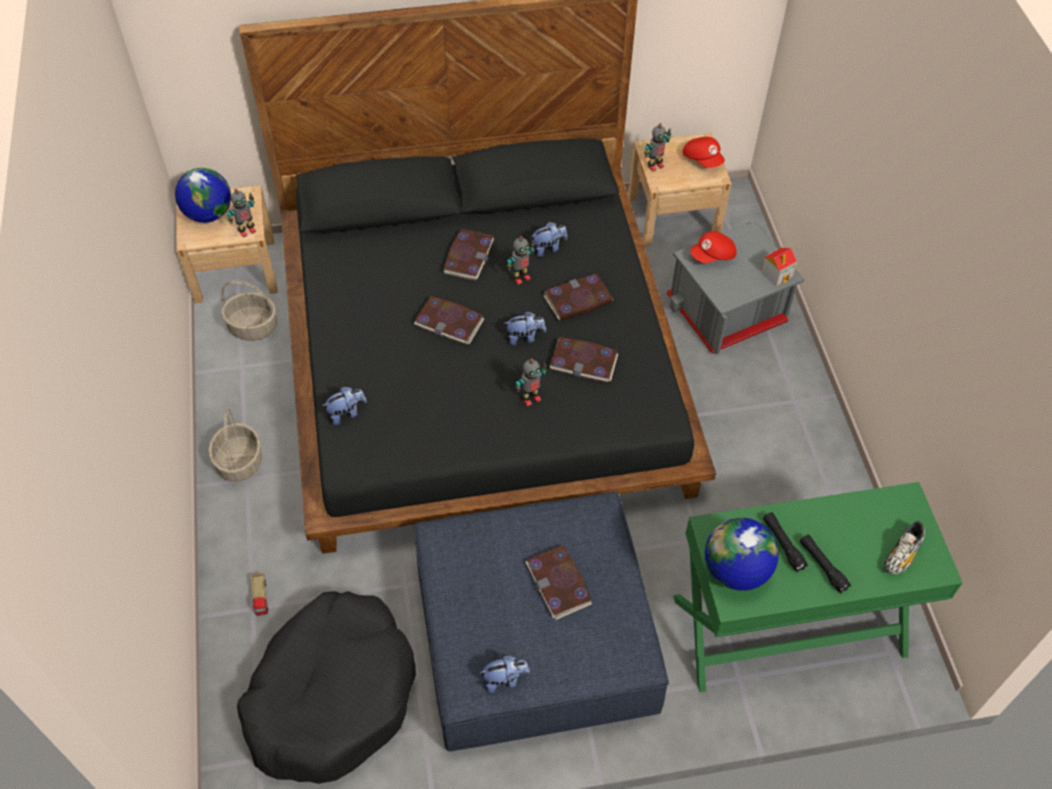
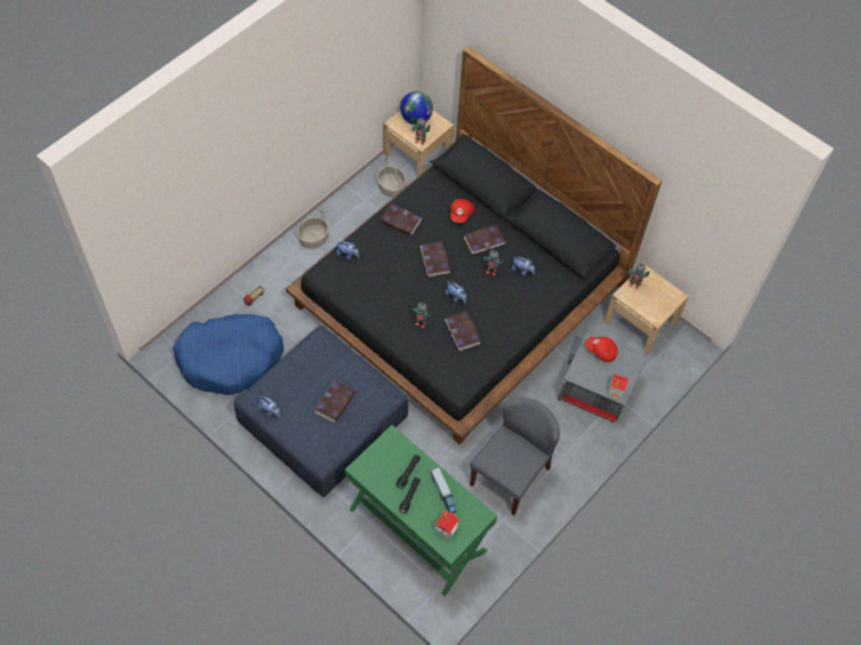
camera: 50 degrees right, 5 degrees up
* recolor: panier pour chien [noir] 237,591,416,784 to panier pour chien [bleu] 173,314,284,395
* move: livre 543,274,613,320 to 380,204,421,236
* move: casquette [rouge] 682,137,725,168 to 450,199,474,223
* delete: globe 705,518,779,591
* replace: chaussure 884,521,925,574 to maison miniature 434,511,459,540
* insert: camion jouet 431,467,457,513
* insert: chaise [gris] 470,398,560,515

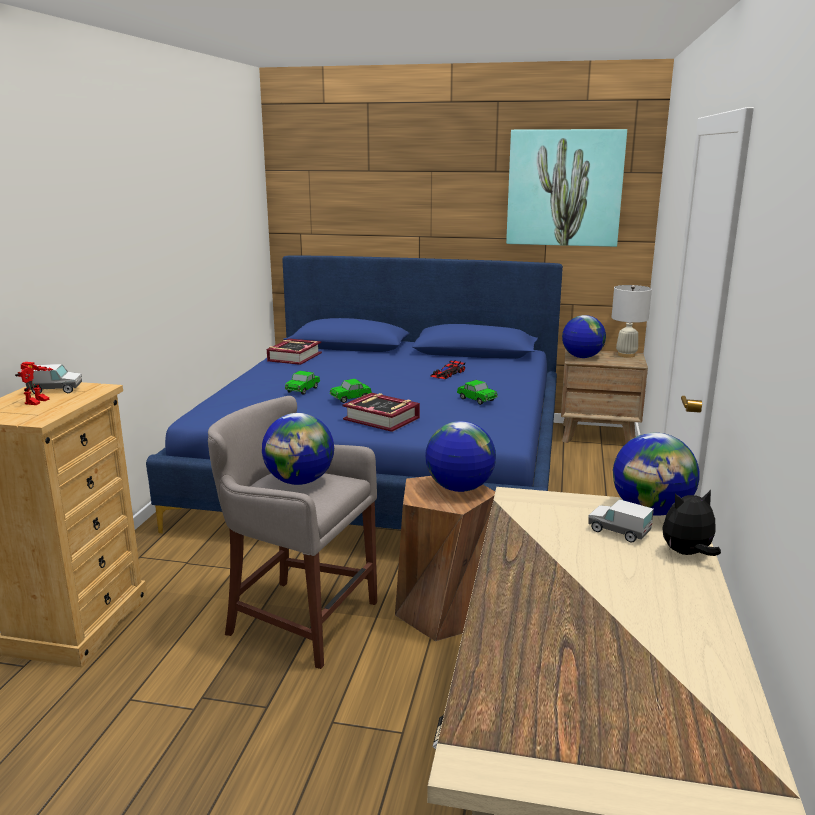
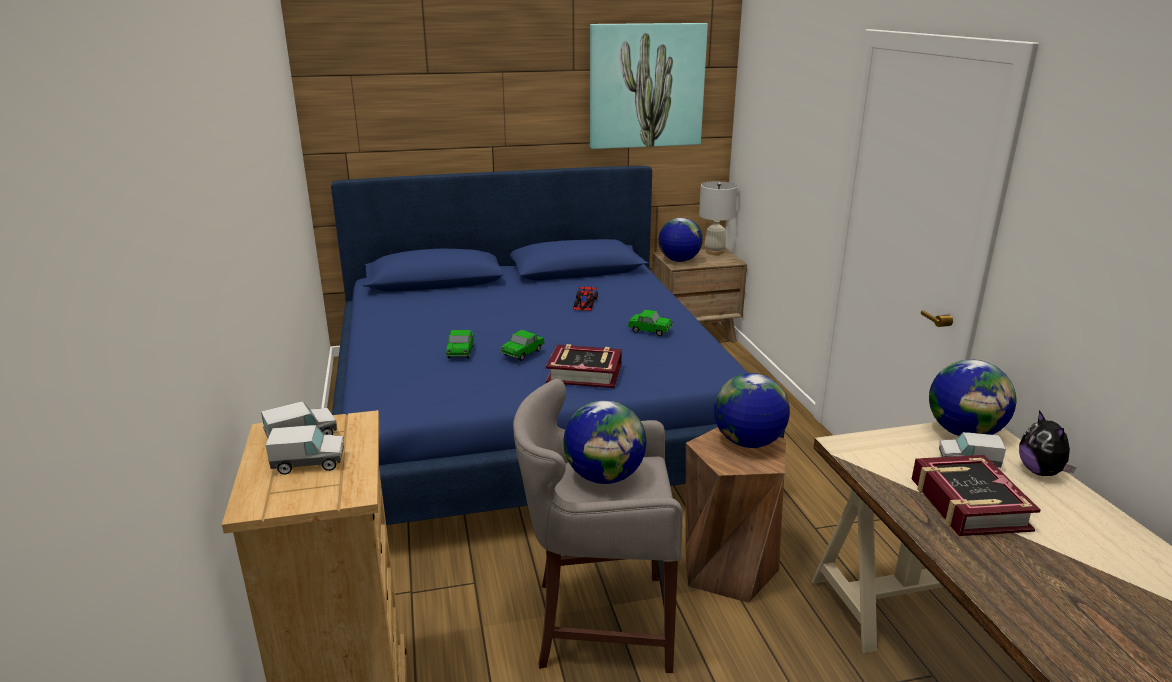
camera: 25 degrees left, 5 degrees up
* replace: robot jouet 15,362,53,405 to camion jouet 266,425,344,474
* move: livre 267,339,322,365 to 912,455,1041,536
* rotate: peluche 662,490,721,556 = 1019,410,1076,476 60 degrees counterclockwise

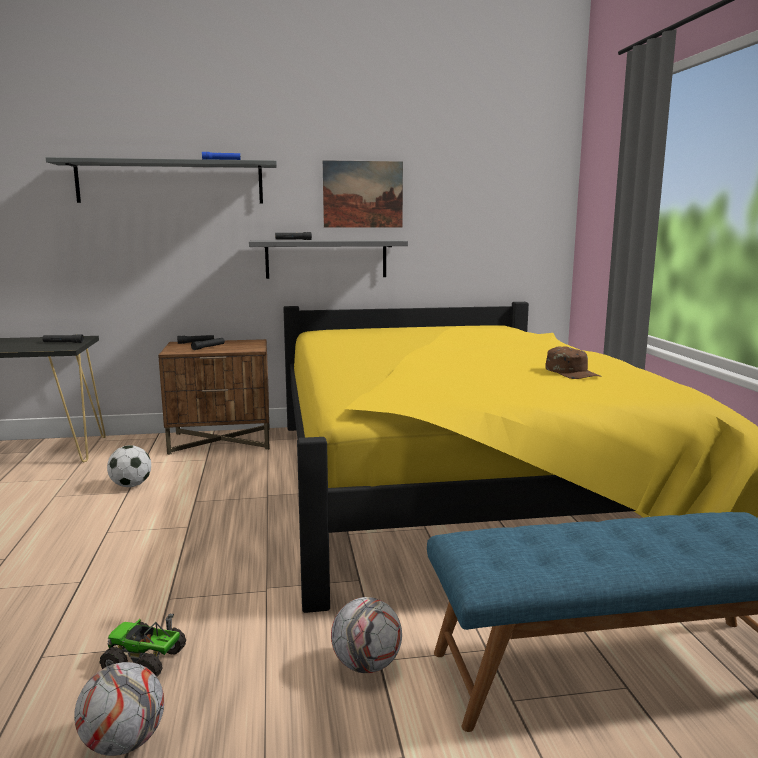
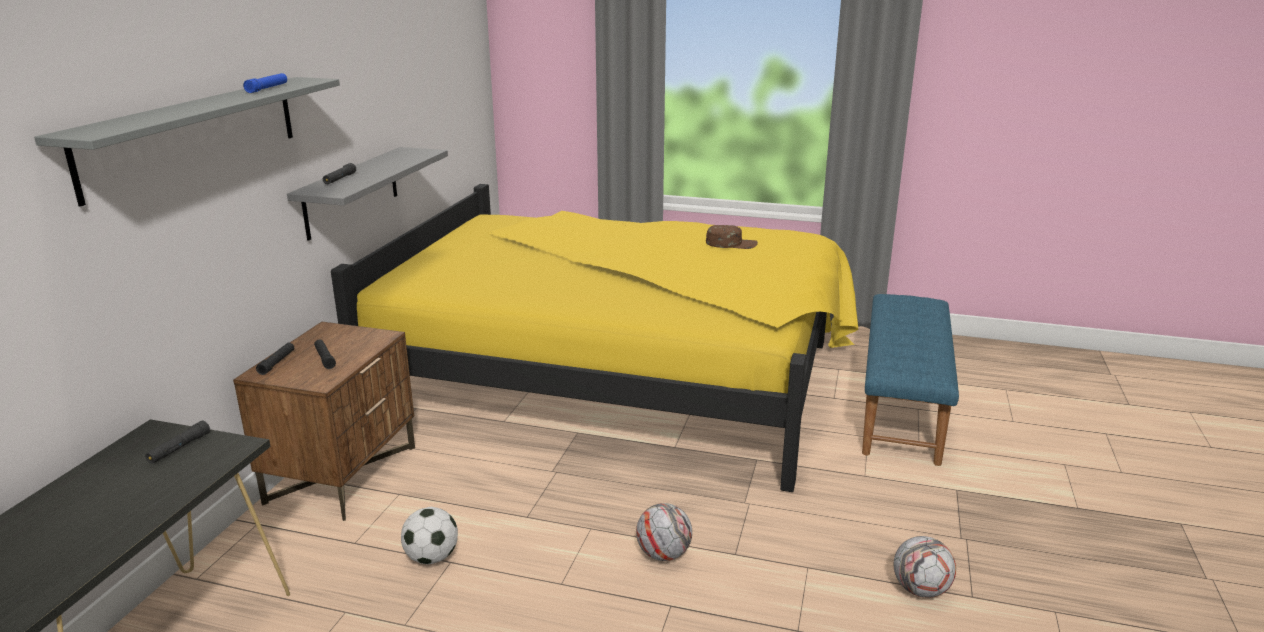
camera: 65 degrees left, 10 degrees up
* delete: camion jouet 100,614,186,677
* delete: tableau 323,160,403,228
* move: ballon de foot 331,597,402,673 to 636,503,692,561

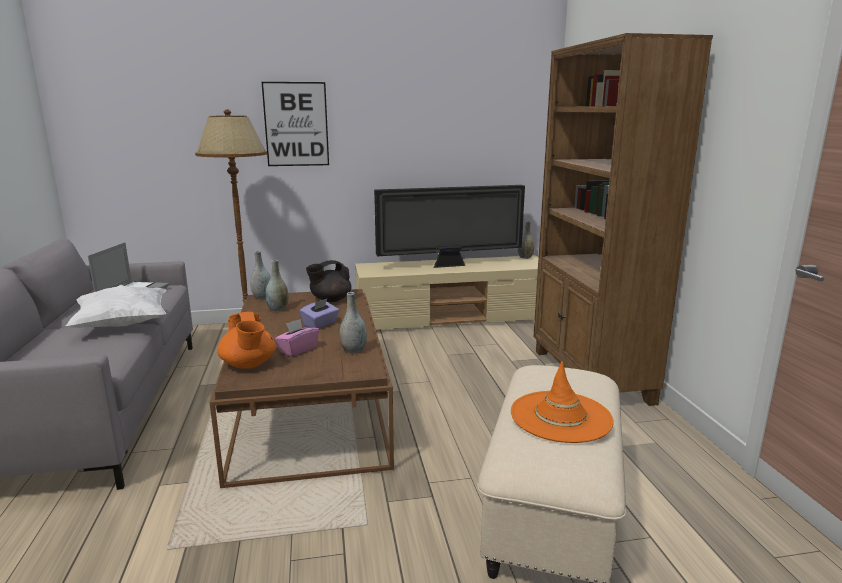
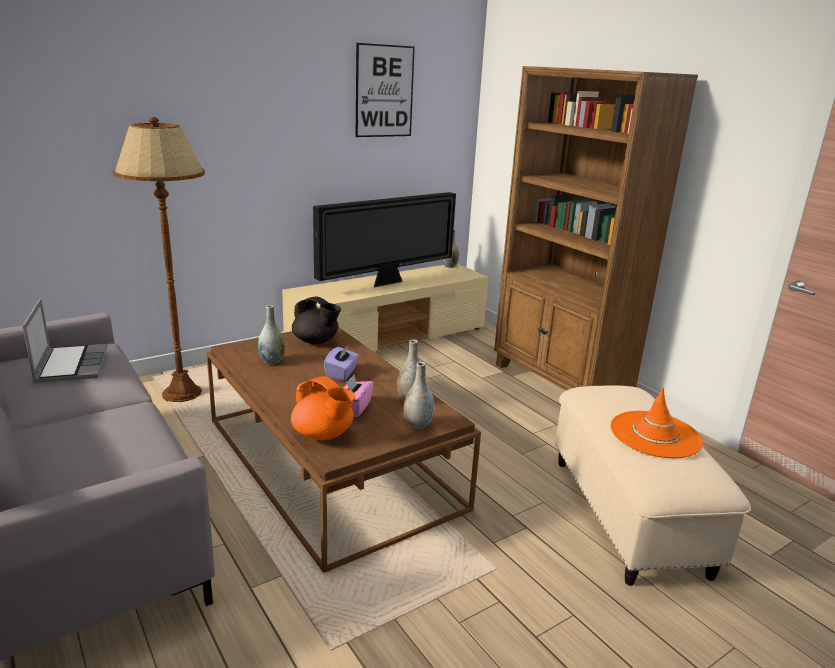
camera: 25 degrees left, 5 degrees up
* delete: coussin [blanc] 65,285,166,328
* move: vase [gris] 250,251,271,299 to 404,362,434,429
* move: tableau 262,82,329,166 to 356,43,415,137
* rotate: théière [noir] 306,260,352,302 = 292,296,341,345 90 degrees counterclockwise

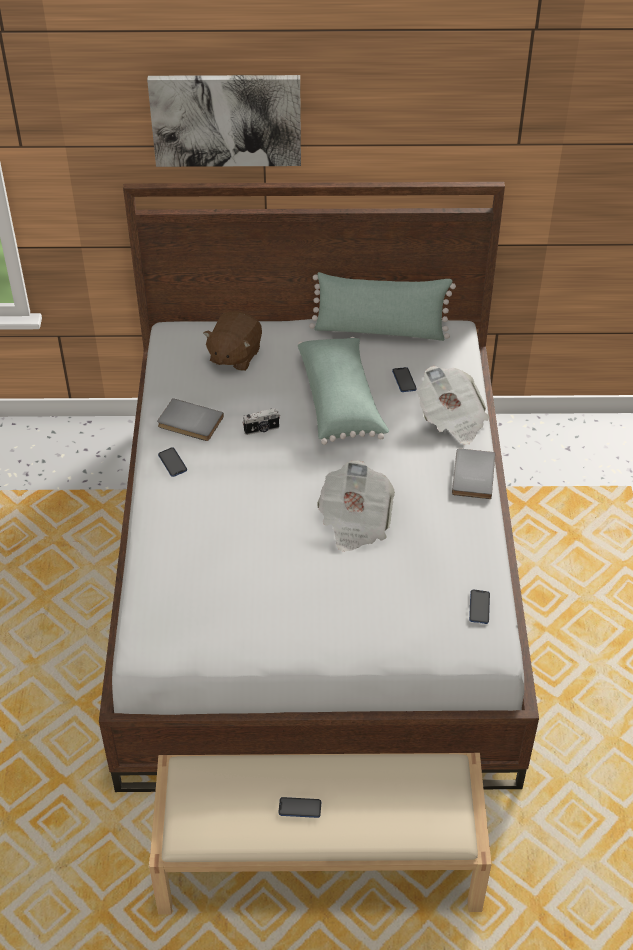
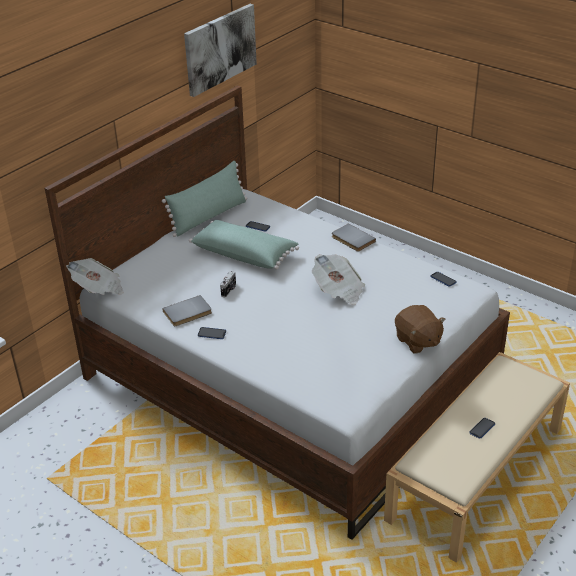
camera: 50 degrees left, 10 degrees down
* move: tableau 147,75,301,167 to 184,4,257,97
* move: peluche [marron] 203,311,262,371 to 395,305,445,354
* move: journal 417,366,489,445 to 66,258,123,295

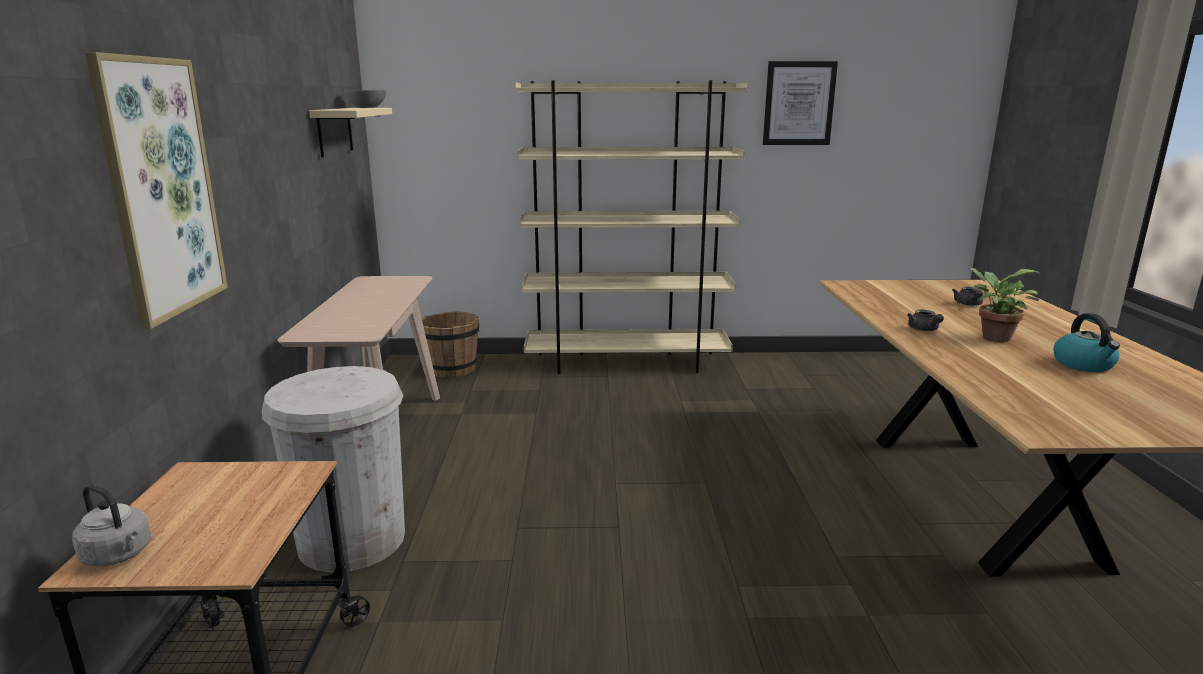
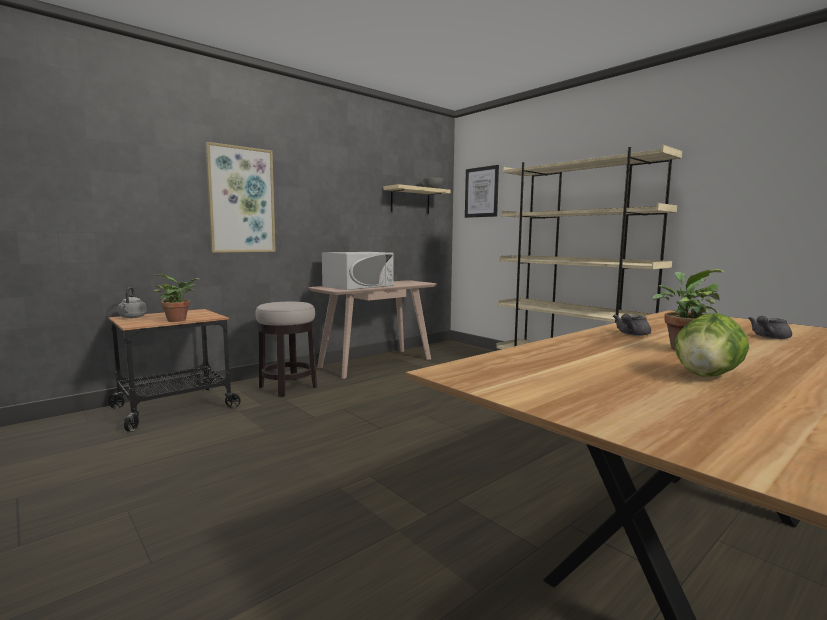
camera: 50 degrees right, 10 degrees down
* replace: poubelle [blanc] 262,366,405,573 to tabouret 255,301,317,397
* delete: seau [marron] 422,312,479,378
* move: tableau 763,61,838,145 to 465,165,499,218
* replace: bouilloire 1054,313,1120,372 to laitue 674,313,749,377
* insert: plante en pot 154,274,199,322
* insert: micro-ondes [blanc] 322,252,394,290

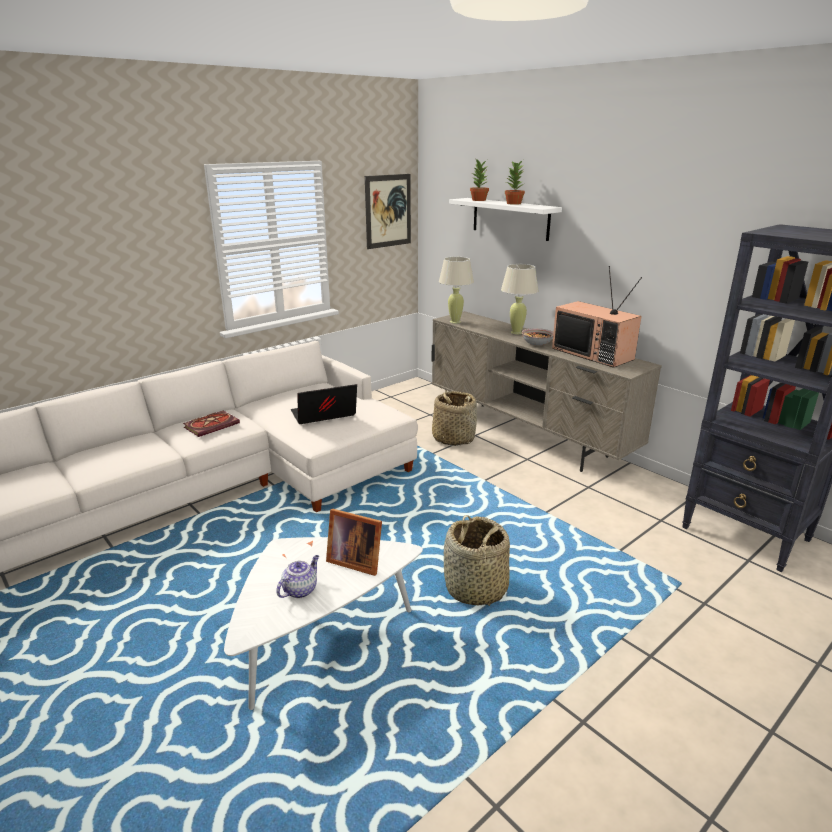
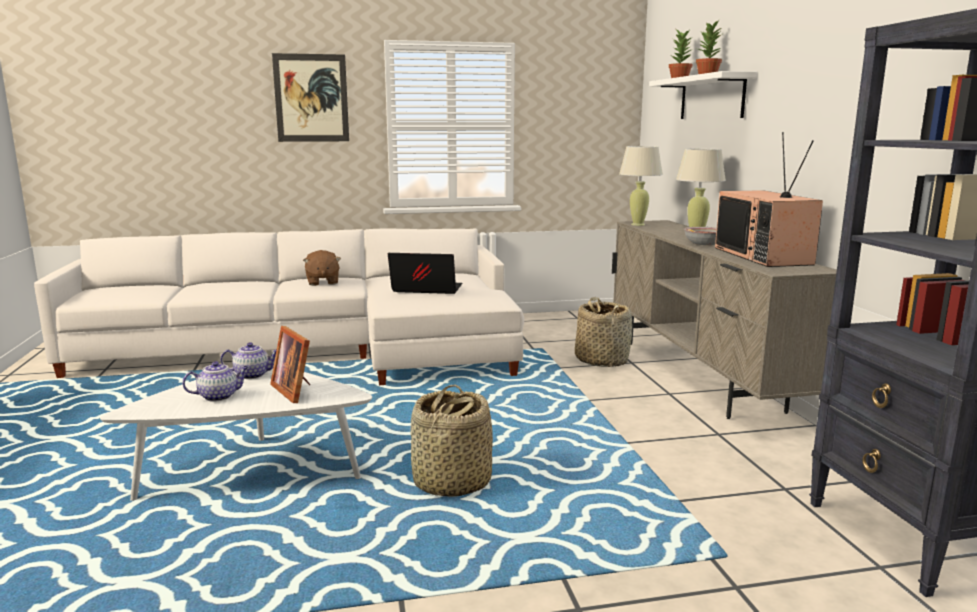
camera: 30 degrees right, 10 degrees down
* replace: livre 183,411,240,437 to peluche [marron] 303,250,341,286
* move: tableau 365,174,411,249 to 272,53,349,142
* insert: théière 220,342,277,379

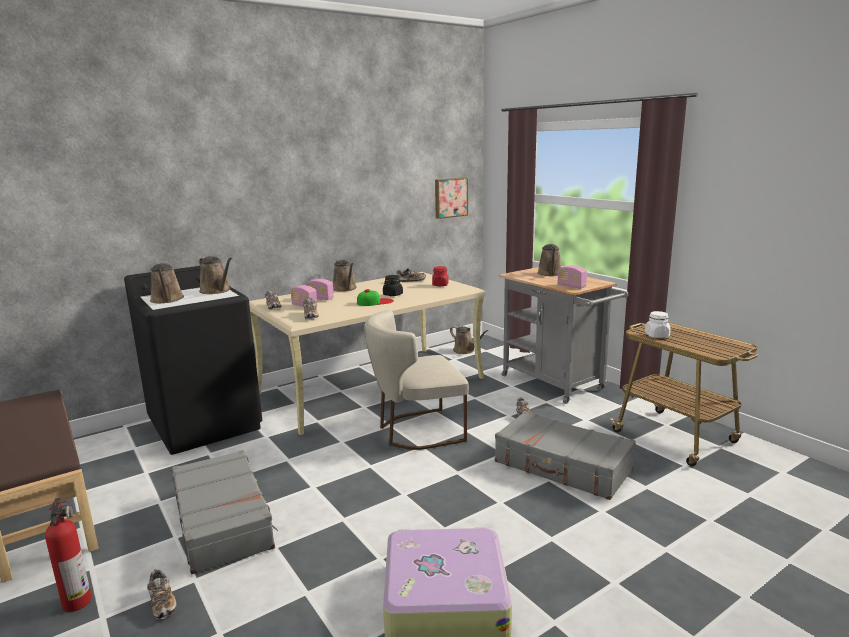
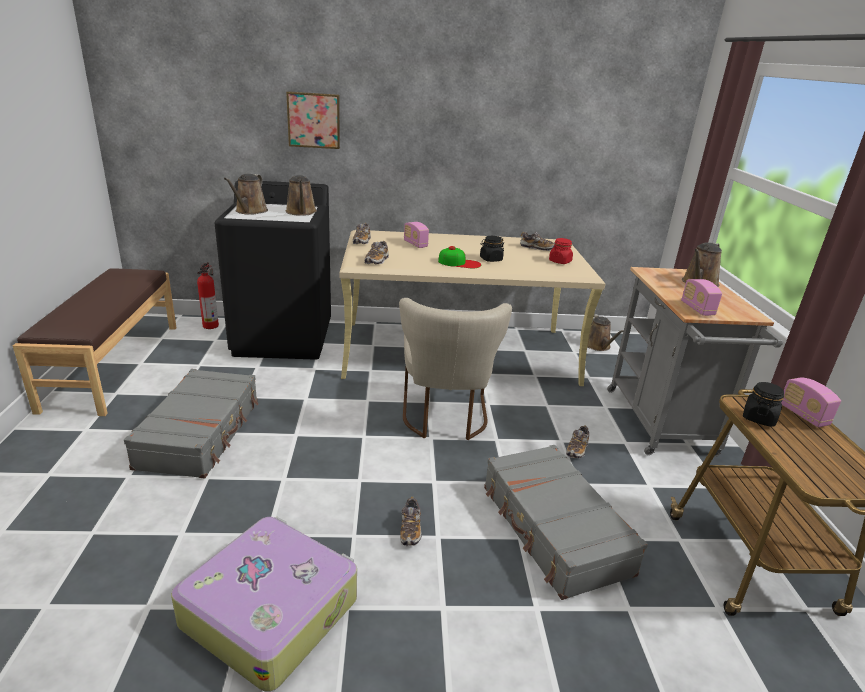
camera: 30 degrees right, 10 degrees up
* move: extincteur 45,498,92,612 to 197,262,219,329
* move: chaussure 147,569,177,620 to 400,497,422,546
* move: radio 291,285,317,307 to 781,377,841,427
* delete: arrosoir [marron] 333,260,357,292
* rotate: chaise [beige] 364,310,469,450 = 399,298,512,440 105 degrees counterclockwise
* move: tableau 435,178,468,219 to 286,91,340,149
* recolor: bocal [blanc] 645,311,671,338 to bocal [noir] 743,382,784,427

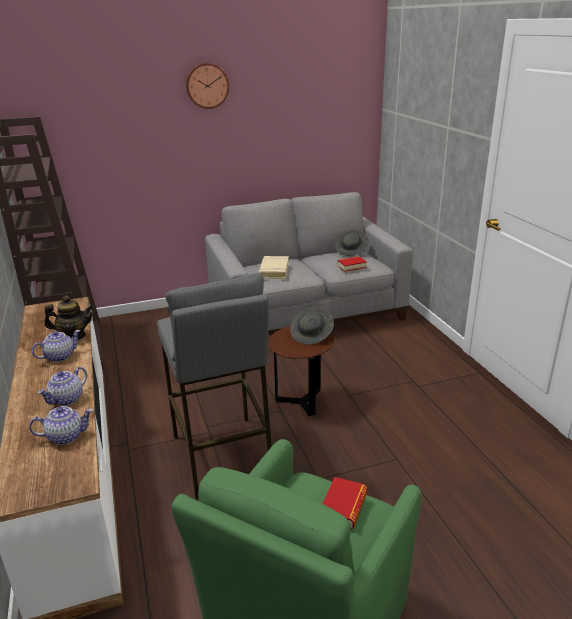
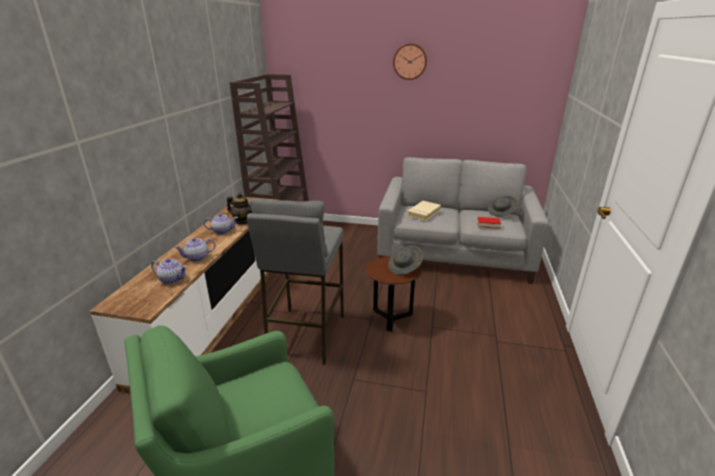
camera: 30 degrees right, 0 degrees up
* delete: livre 323,477,367,529

